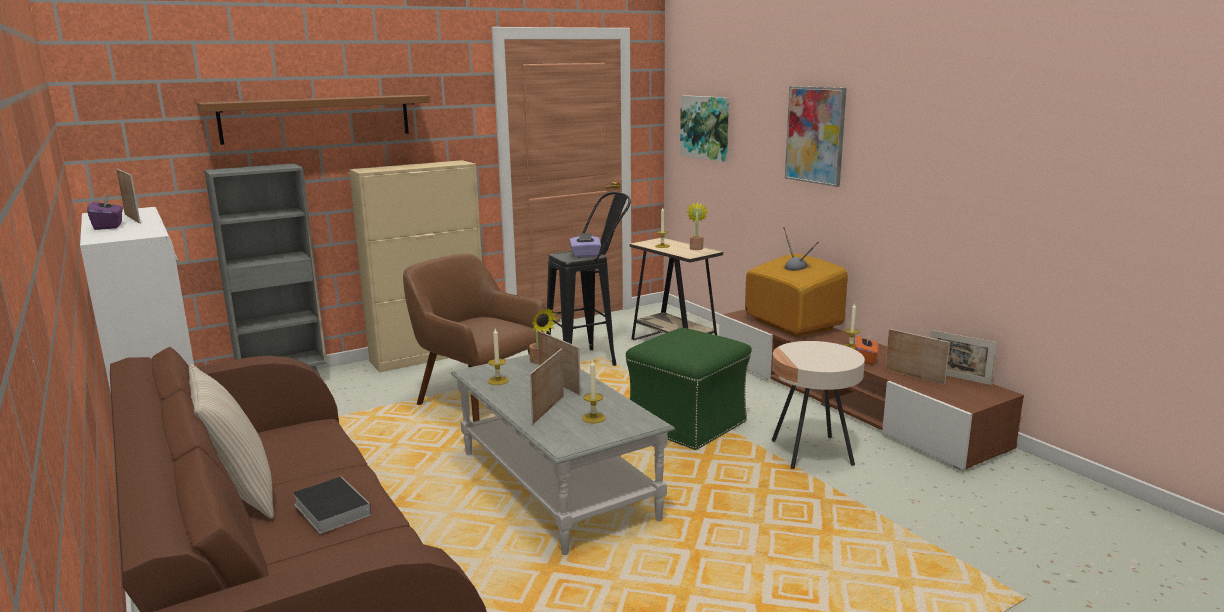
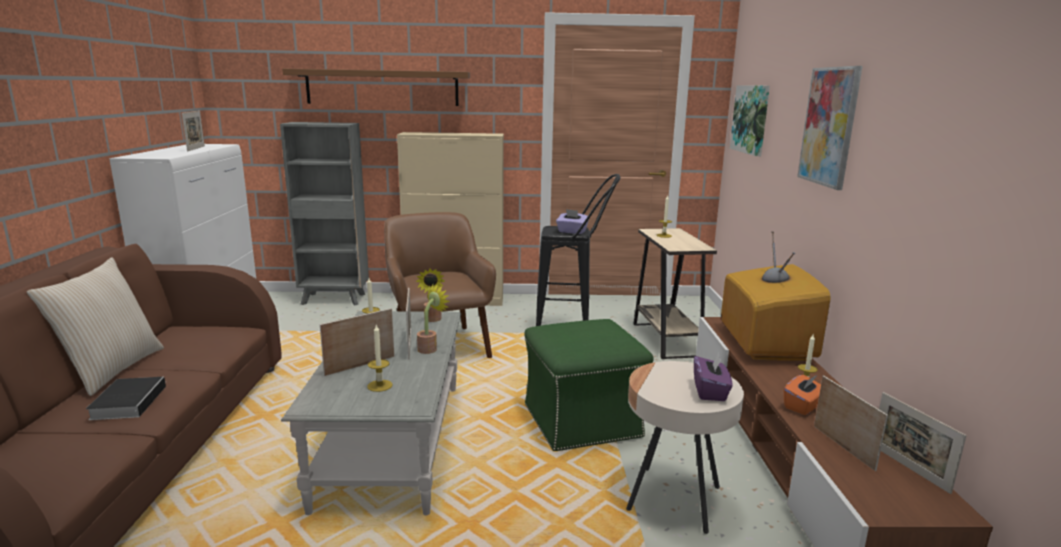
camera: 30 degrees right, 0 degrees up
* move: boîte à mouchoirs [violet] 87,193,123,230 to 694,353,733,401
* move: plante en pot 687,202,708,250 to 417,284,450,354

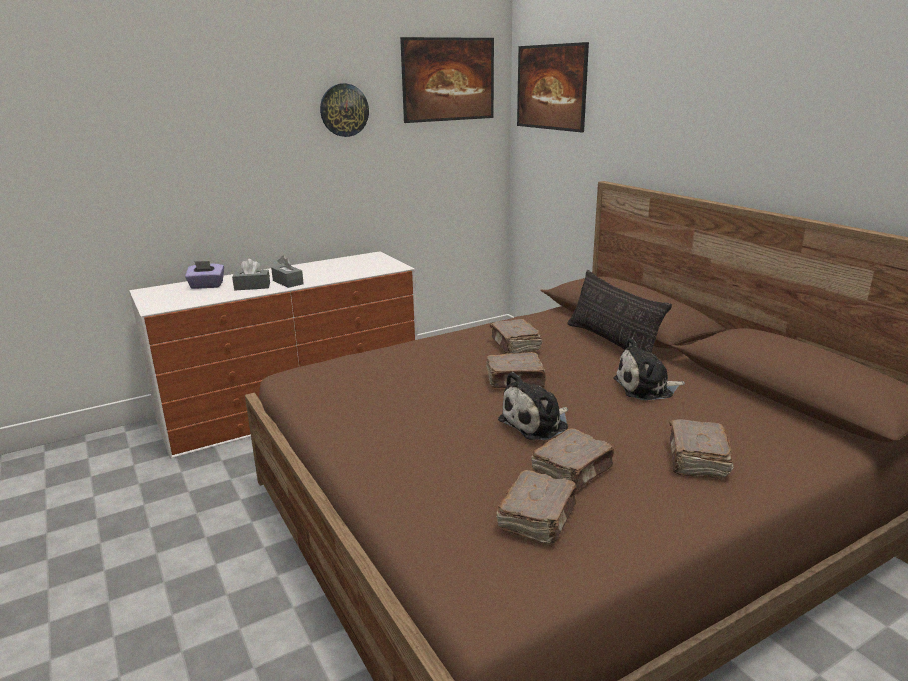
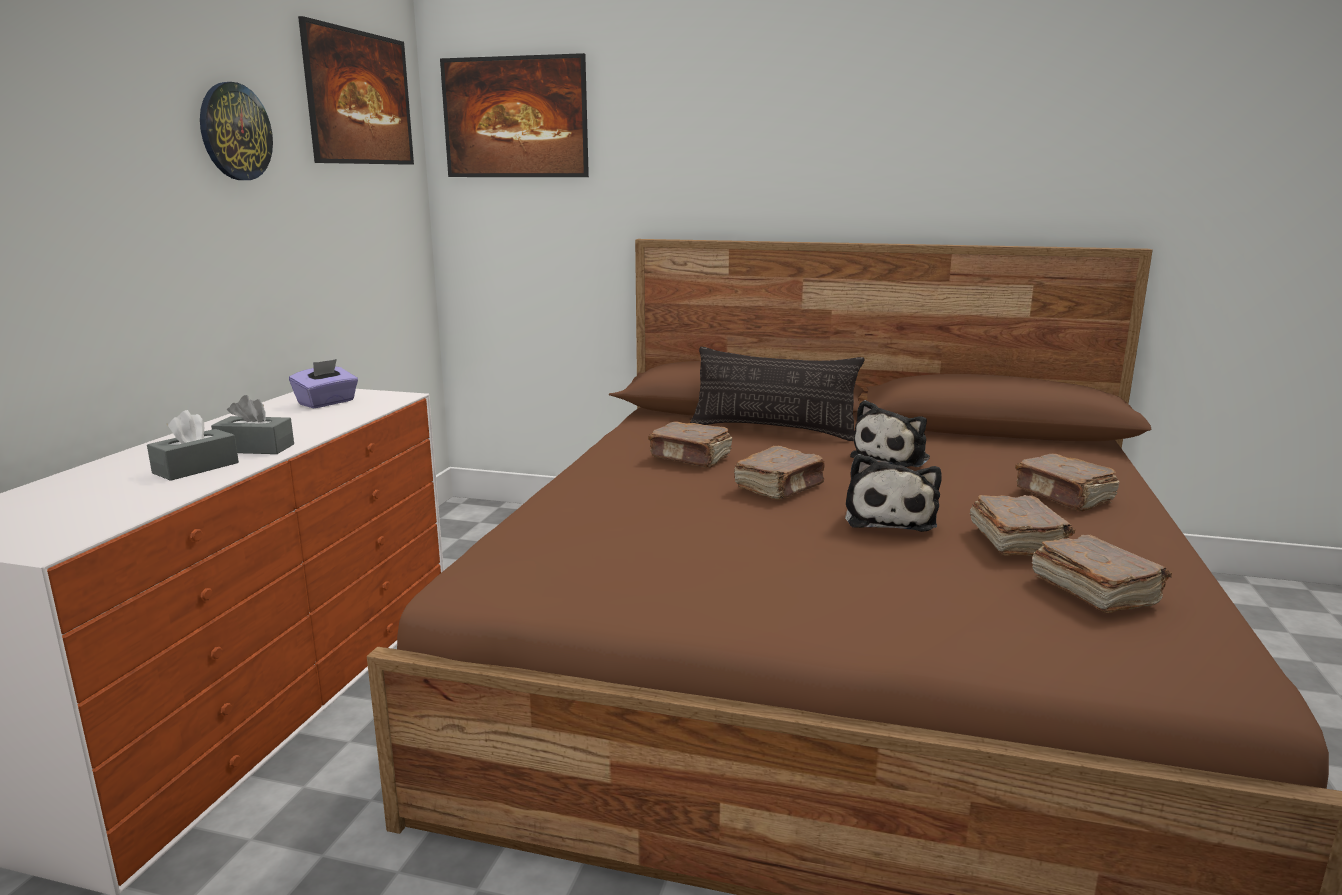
camera: 45 degrees left, 5 degrees down
* move: boîte à mouchoirs [violet] 185,261,224,289 to 289,359,358,408

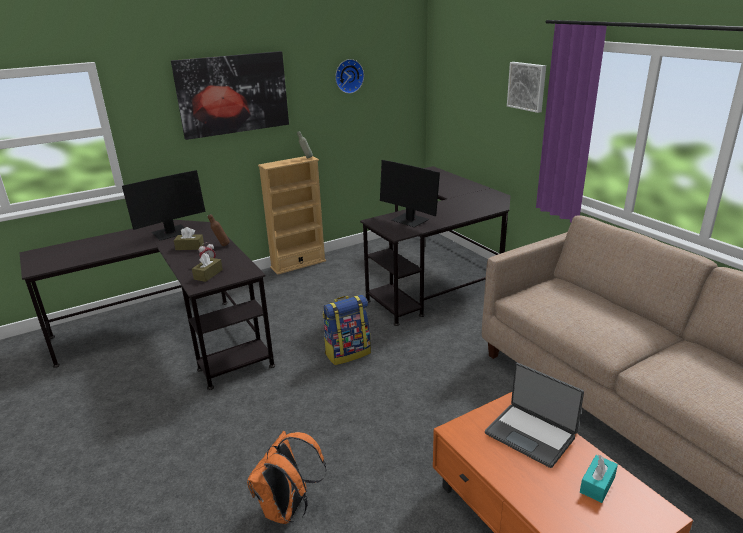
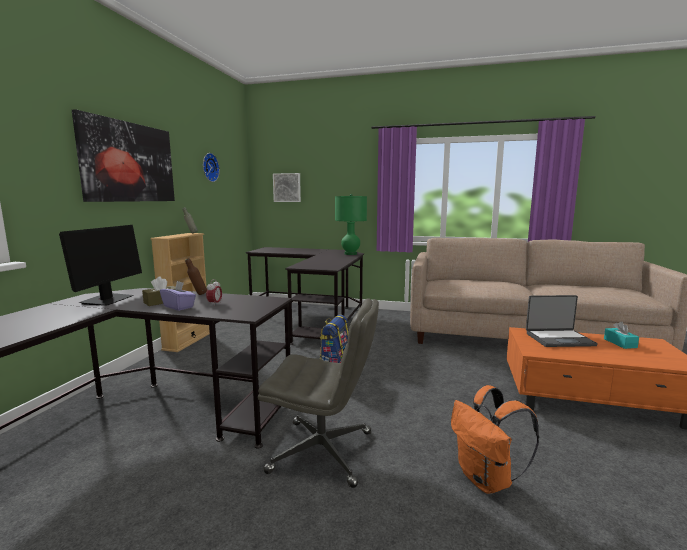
camera: 45 degrees left, 15 degrees down
* delete: boîte à mouchoirs [marron] 192,253,223,282
* delete: écran d'ordinateur 380,160,440,227
* move: tableau 507,62,546,113 to 273,173,301,202
* insert: boîte à mouchoirs [violet] 160,281,196,311
* insert: chaise de bureau [gris] 258,298,379,488
* insert: lampe de table [vert] 335,194,367,255

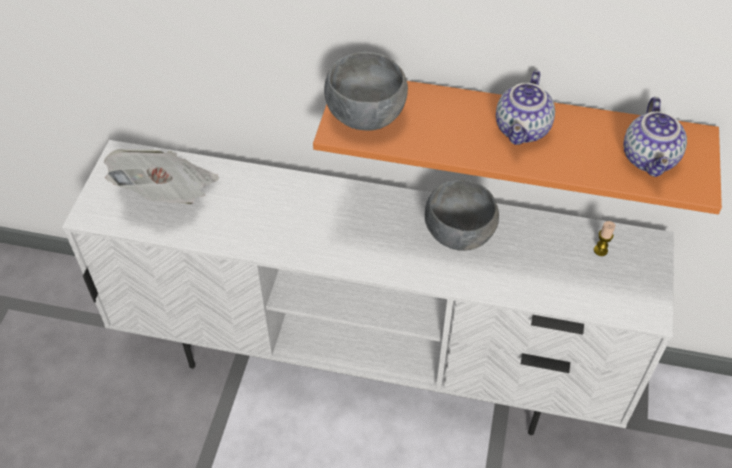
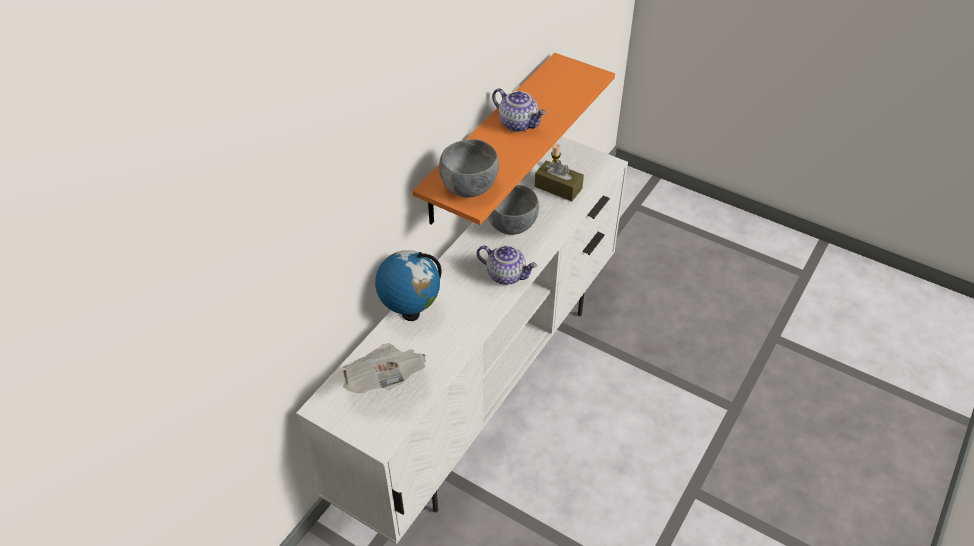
camera: 70 degrees left, 5 degrees down
* move: théière 623,97,687,177 to 477,245,537,285
* insert: globe 375,250,442,321
* insert: boîte à mouchoirs [marron] 535,160,584,201

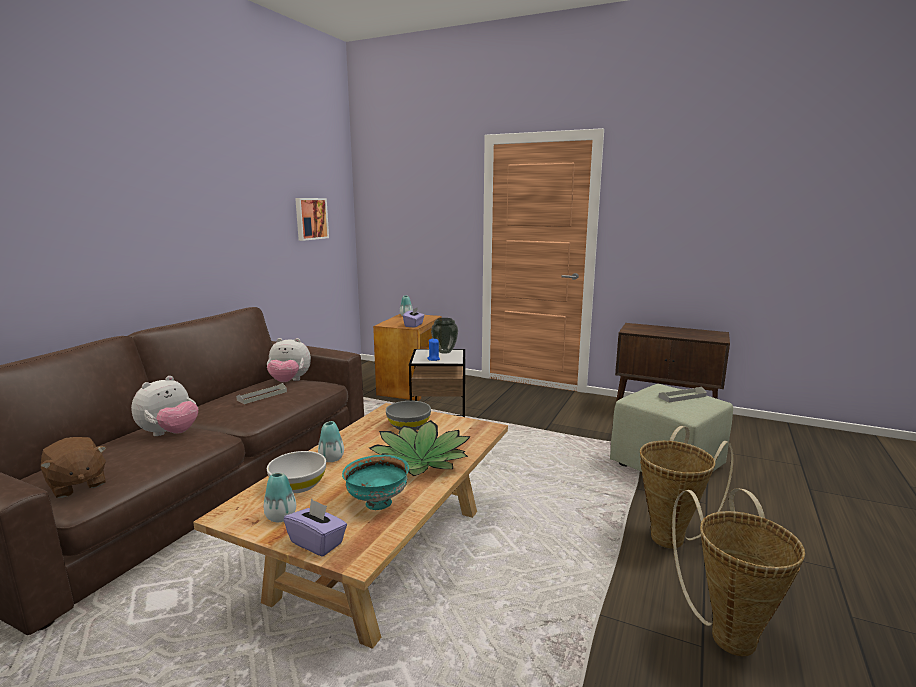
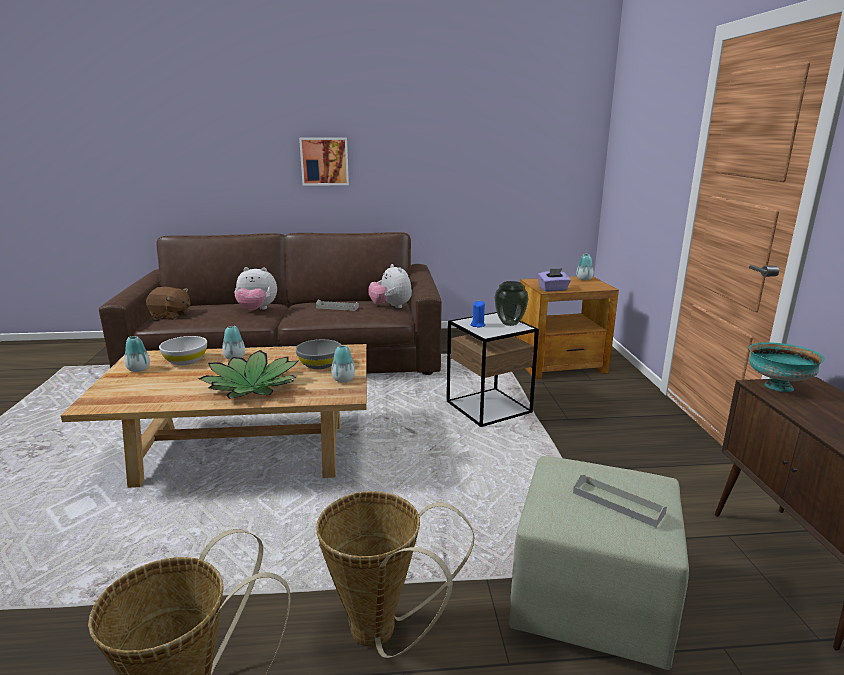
camera: 60 degrees right, 5 degrees up
* rotate: peluche [marron] 40,437,106,498 = 146,287,190,320 90 degrees counterclockwise
* delete: boîte à mouchoirs [violet] 284,498,347,557
* move: tableau 295,198,329,241 to 299,137,349,186
* move: bol [turquoise] 342,455,409,510 to 749,342,824,392
* insert: vase 331,345,355,383

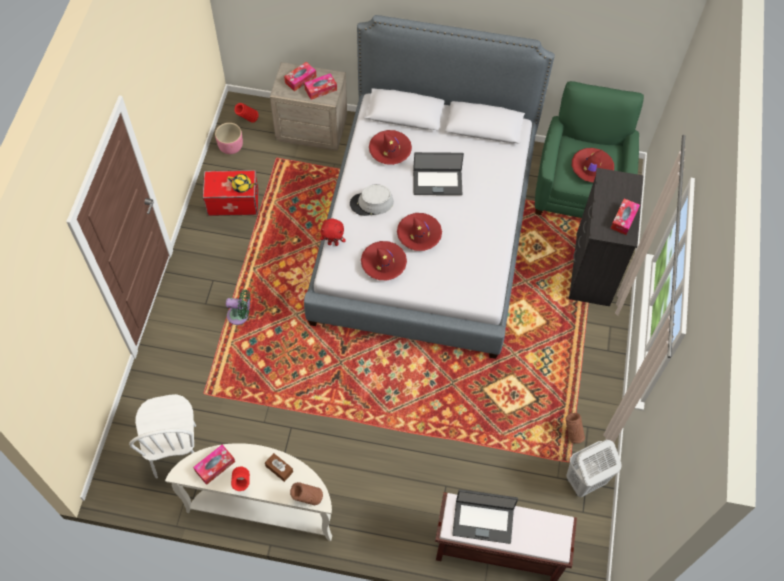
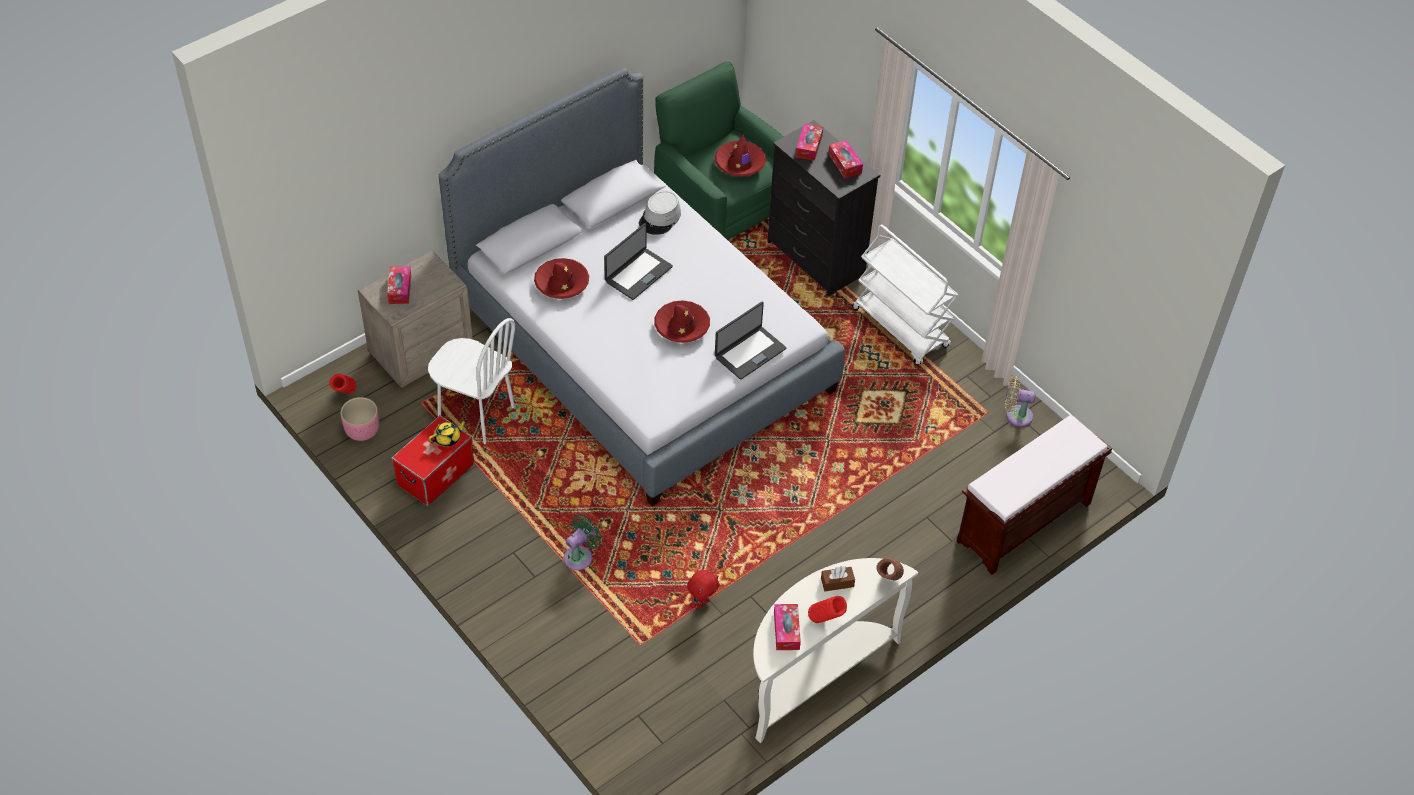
camera: 50 degrees left, 10 degrees down
* move: chaise [blanc] 129,394,196,478 to 428,318,515,444
* move: boîte à mouchoirs 304,73,337,100 to 796,123,823,161
* move: peluche [rouge] 320,219,346,246 to 687,570,720,608
* move: chapeau [gris] 350,184,394,216 to 639,191,681,235
* delete: chapeau [rouge] 361,241,407,280
* move: ordinateur portable 452,489,518,544 to 715,302,786,380
* delete: vase [marron] 566,413,585,444
* replace: panier à linge [blanc] 566,440,622,497 to ventilateur [beige] 1004,376,1036,427
* insert: chariot [blanc] 852,225,958,365

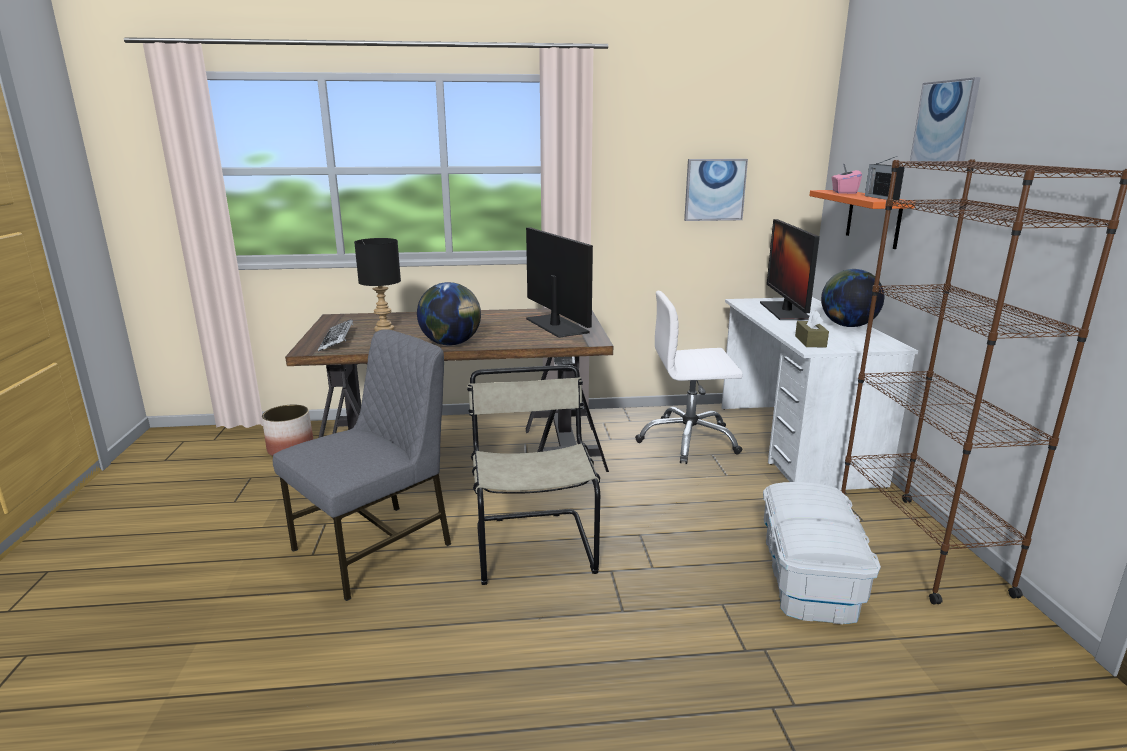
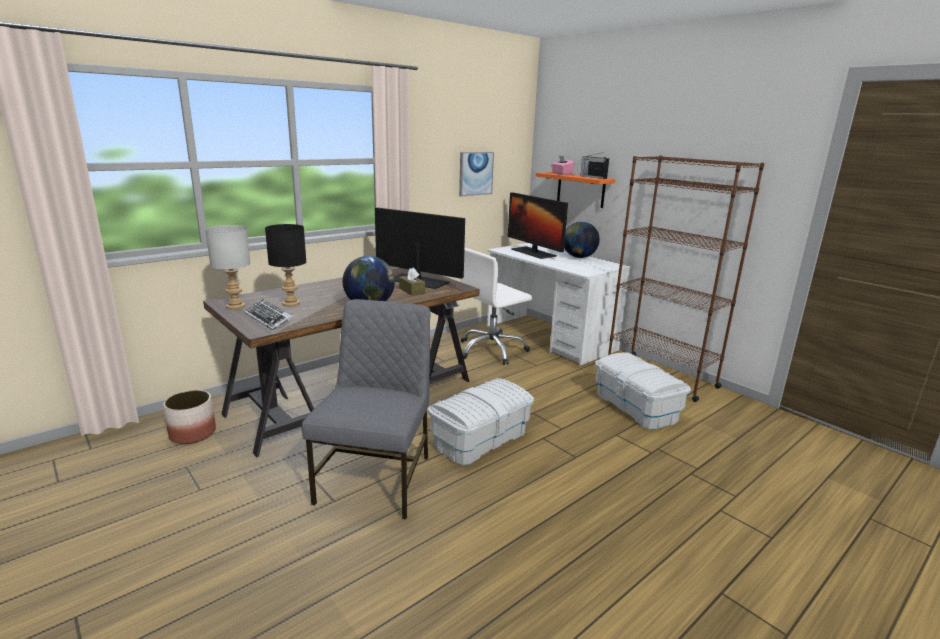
camera: 35 degrees left, 0 degrees up
* replace: chaise [beige] 467,365,600,585 to boîte de rangement [blanc] 428,378,534,465
* move: boîte à mouchoirs [marron] 795,310,829,347 to 399,268,425,296
* delete: tableau 910,77,981,167
* insert: lampe de table [gris] 205,225,250,310

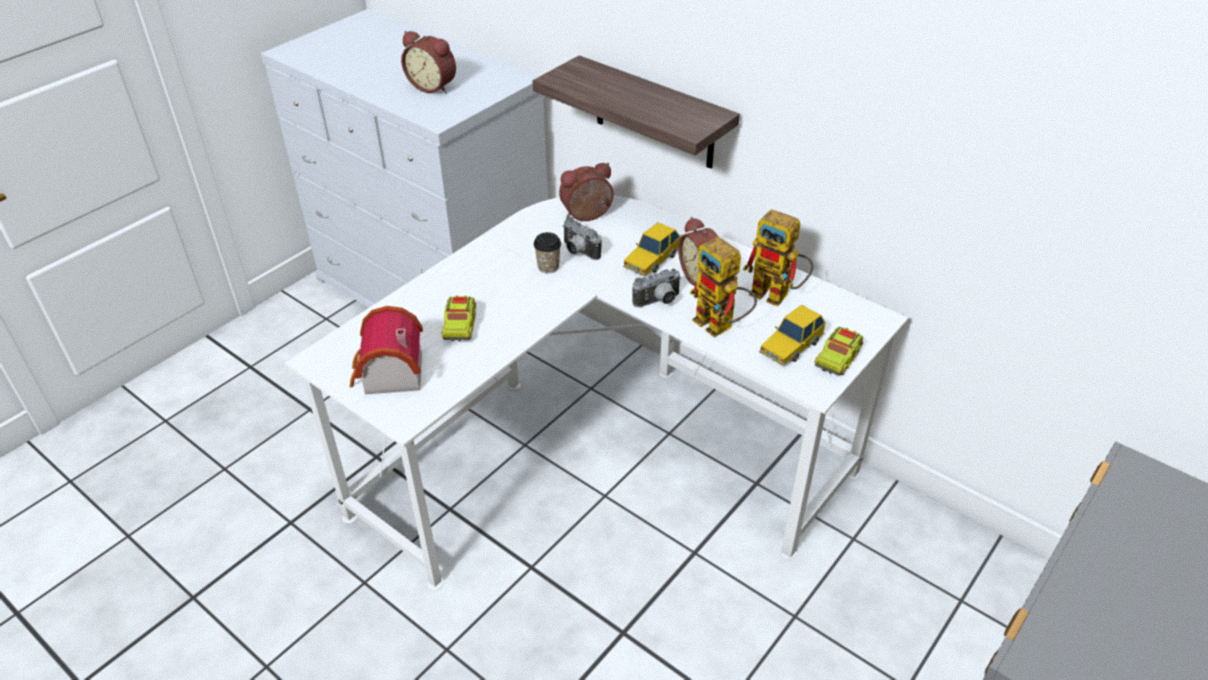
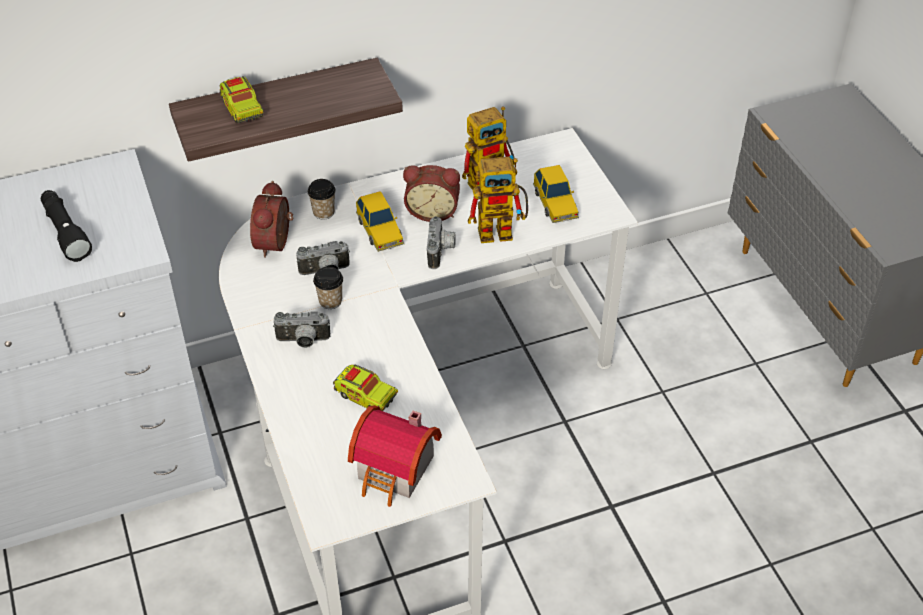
camera: 60 degrees left, 5 degrees up
* replace: réveil 401,31,456,94 to lampe de poche [noir] 41,190,92,262
* move: camion jouet 814,327,863,376 to 219,76,263,123
* insert: appareil photo 273,312,330,348
* insert: tasse 308,179,336,220

